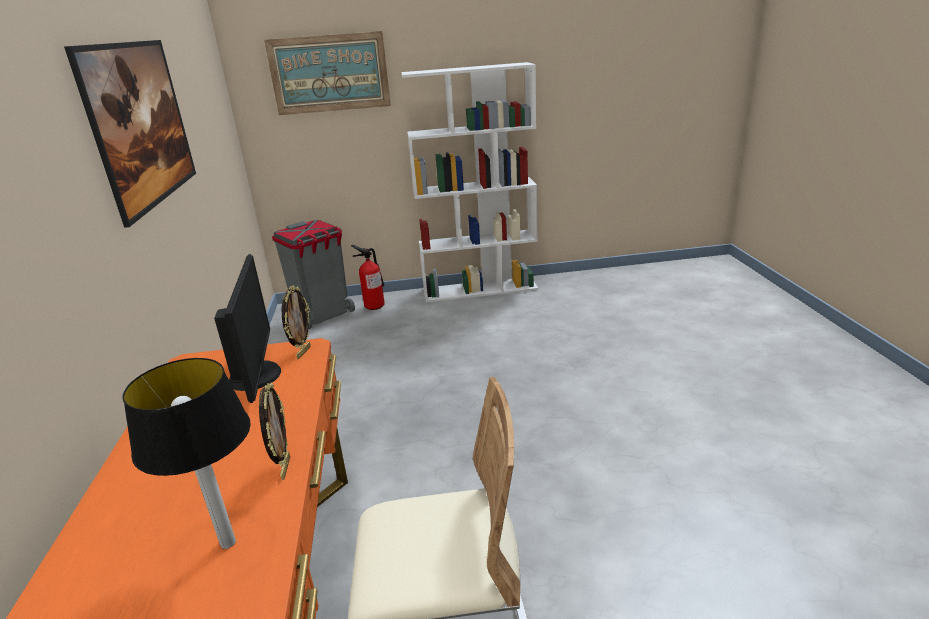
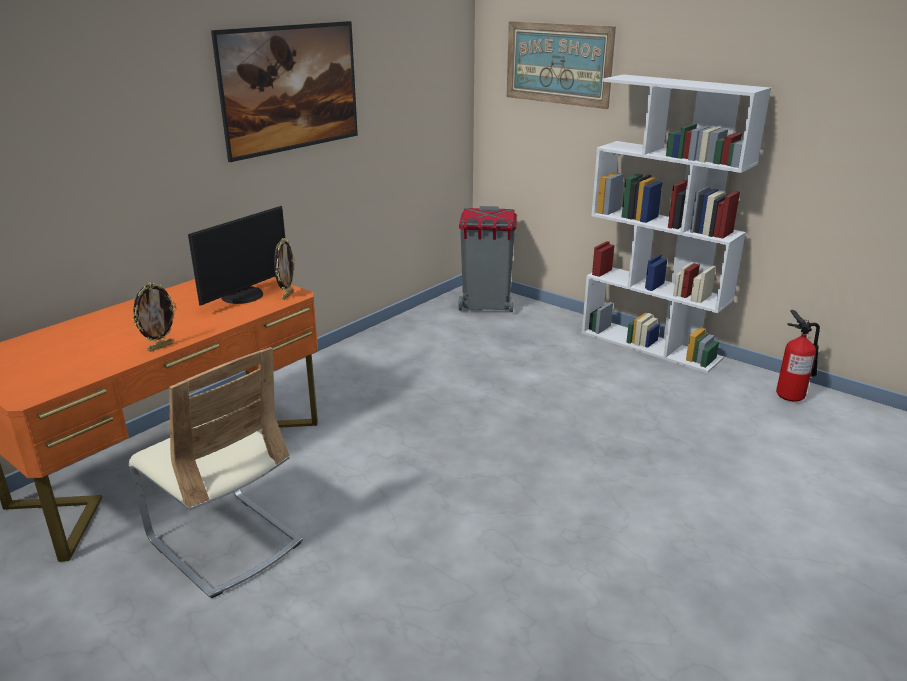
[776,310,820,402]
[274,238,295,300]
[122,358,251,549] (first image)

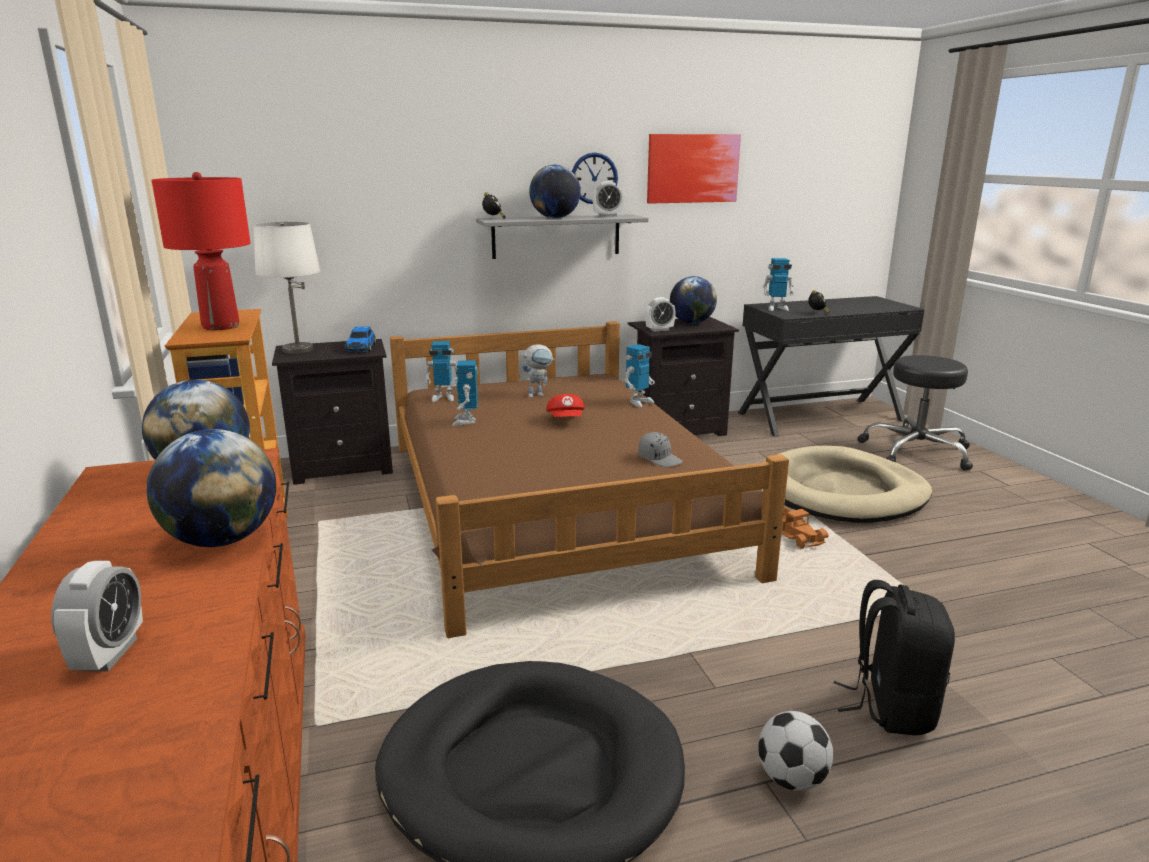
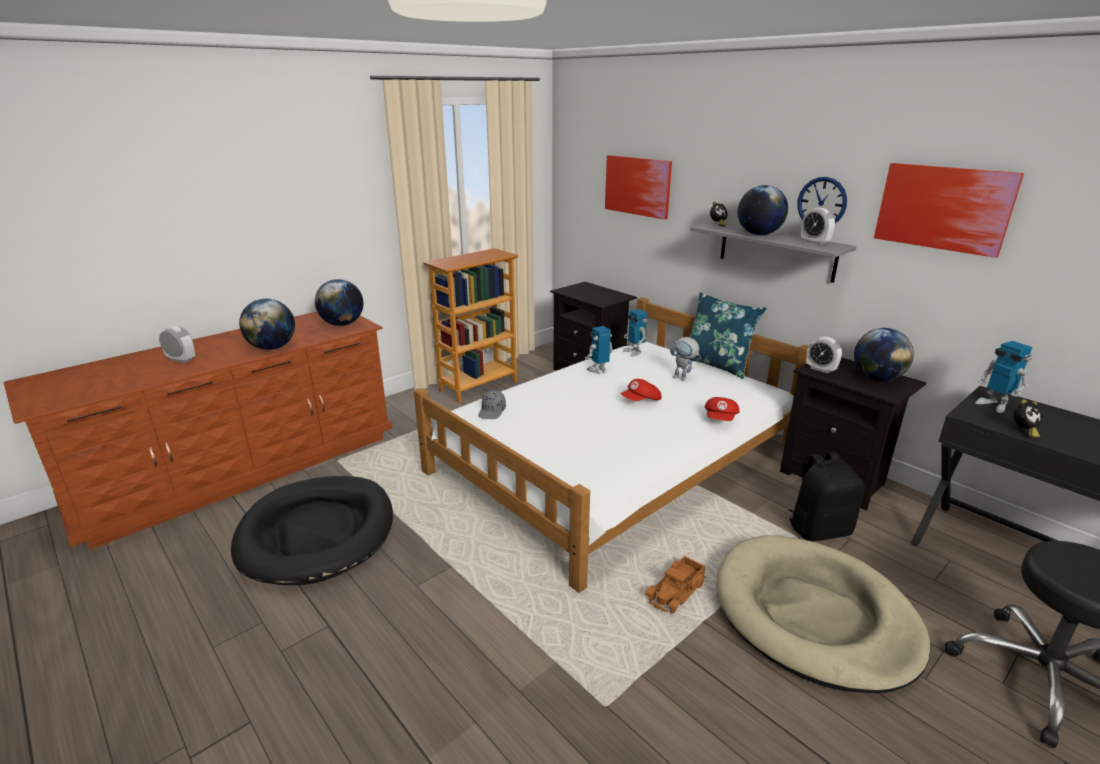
[151,172,250,330] (first image)
[254,222,320,354] (first image)
[414,297,808,593]
[345,326,376,353] (first image)
[705,397,740,421]
[478,390,506,419]
[159,326,195,363]
[789,452,865,541]
[758,711,833,791] (first image)
[605,155,672,220]
[690,292,767,379]

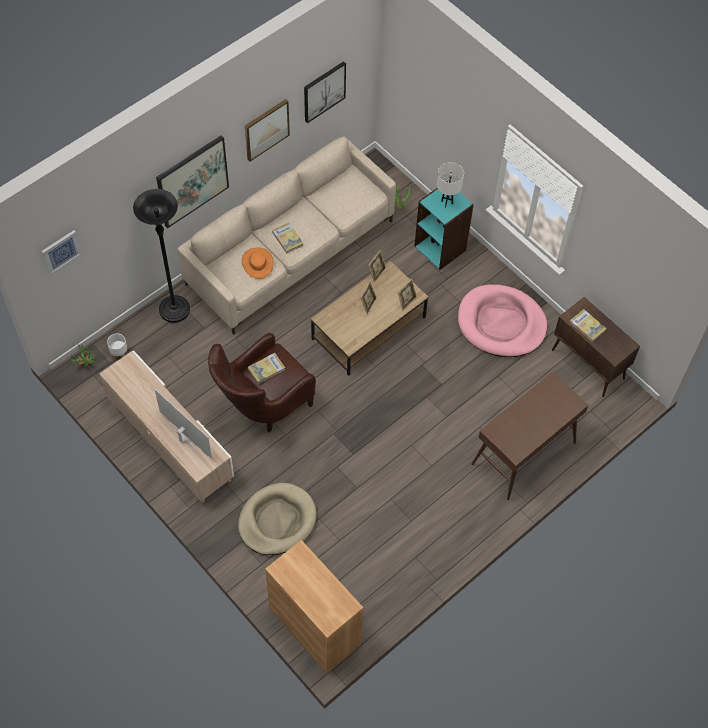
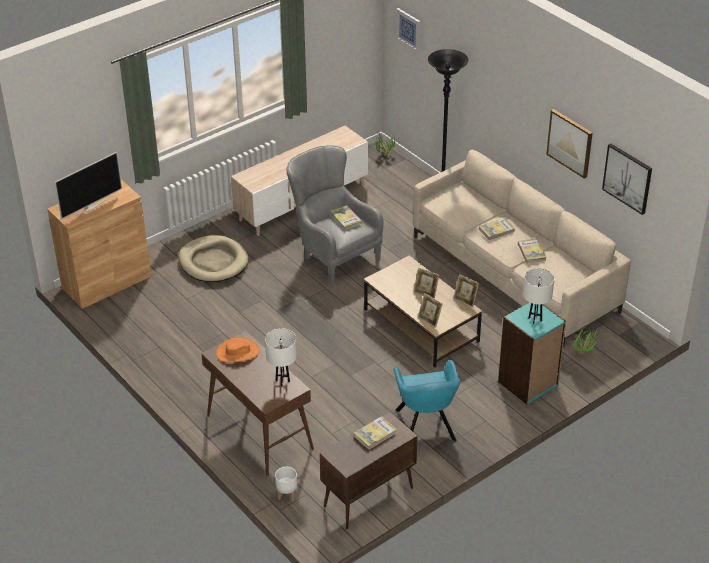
[156,135,229,228] (first image)
[216,337,260,363]
[394,360,460,442]
[286,145,383,285]
[275,467,297,501]
[54,152,122,219]
[518,238,546,263]
[265,328,297,386]

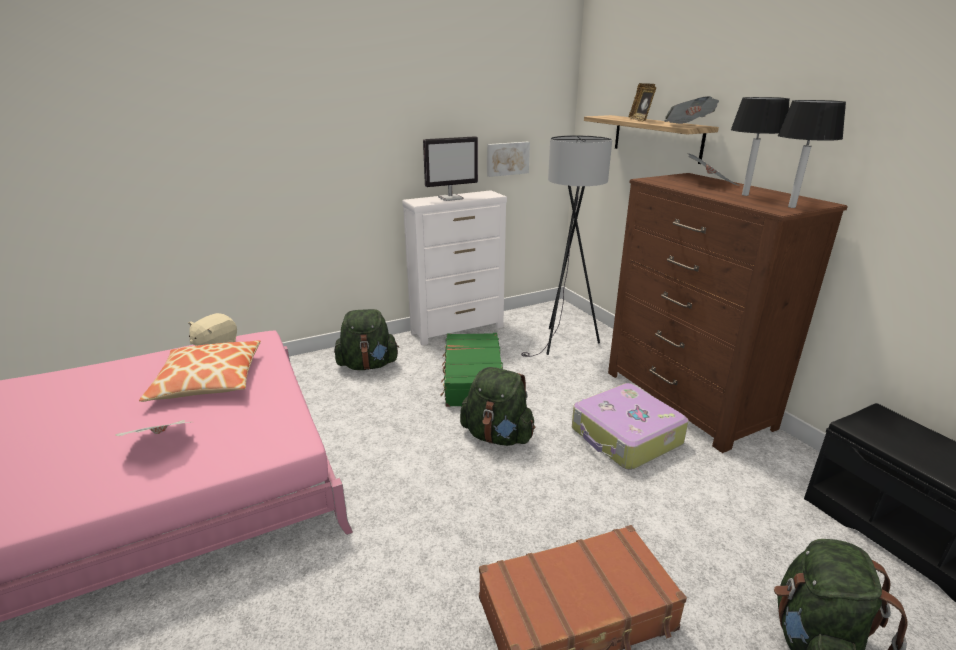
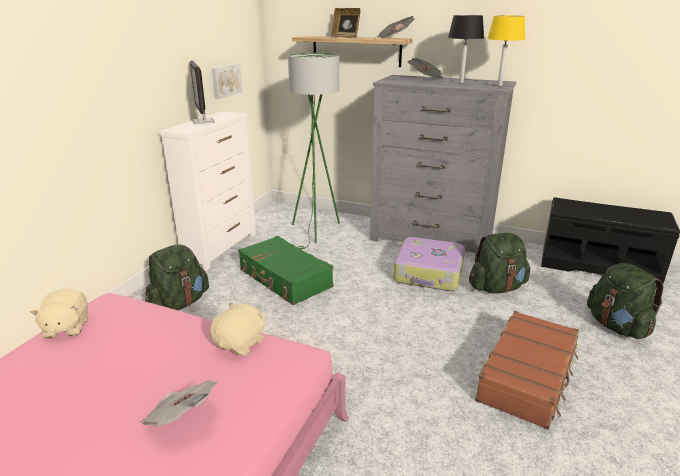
[487,16,525,86]
[288,53,340,250]
[190,60,215,125]
[370,75,516,258]
[139,340,261,402] (first image)
[469,233,530,294]
[210,302,266,356]

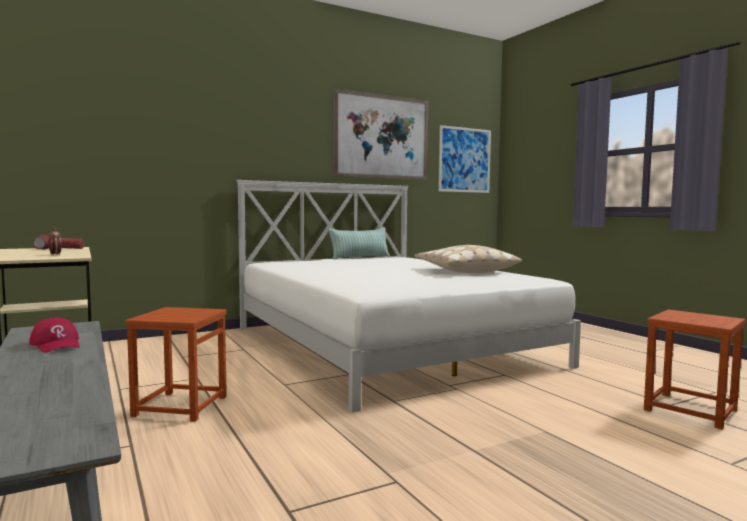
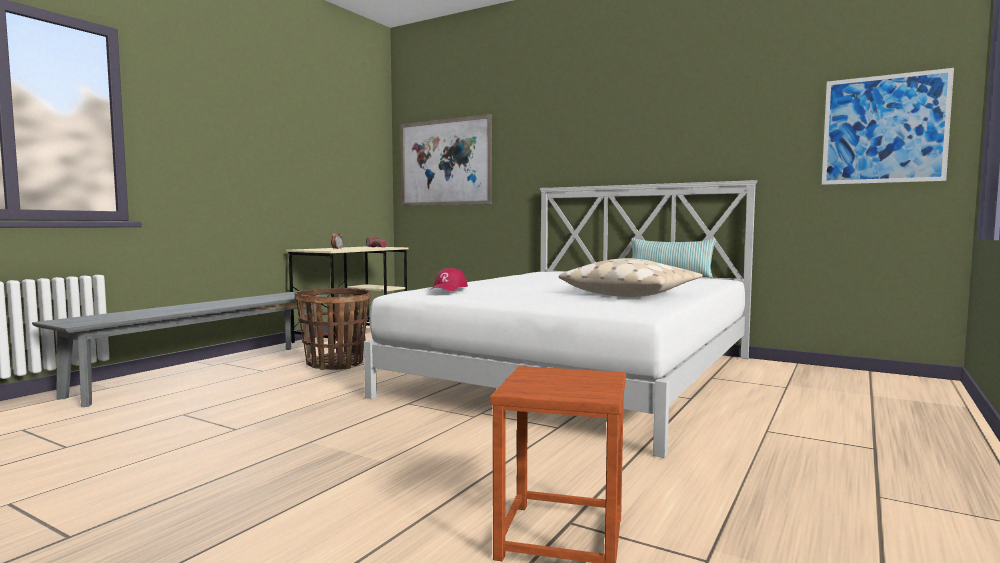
[401,114,492,206]
[295,288,371,370]
[430,268,468,291]

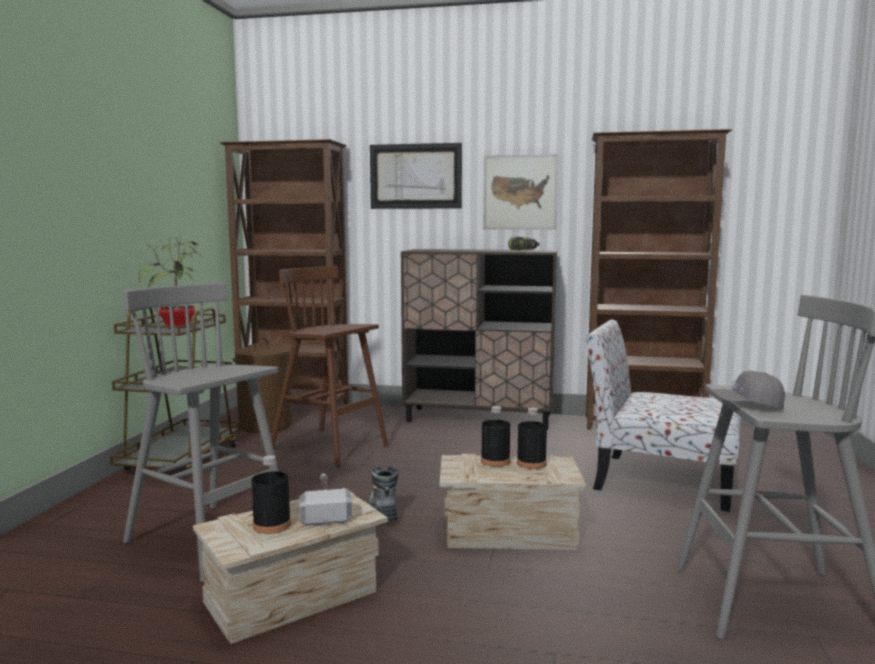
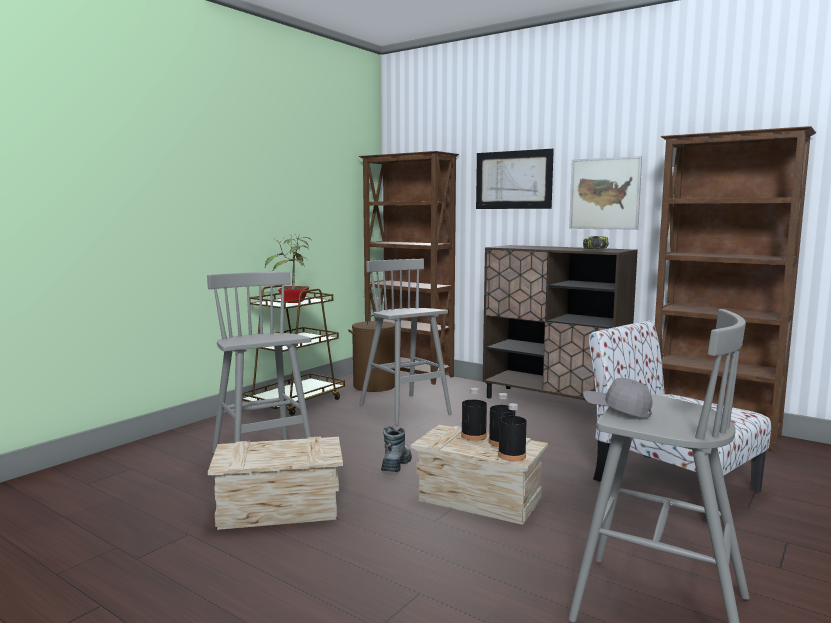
[359,259,452,426]
[498,403,527,461]
[299,473,353,525] (first image)

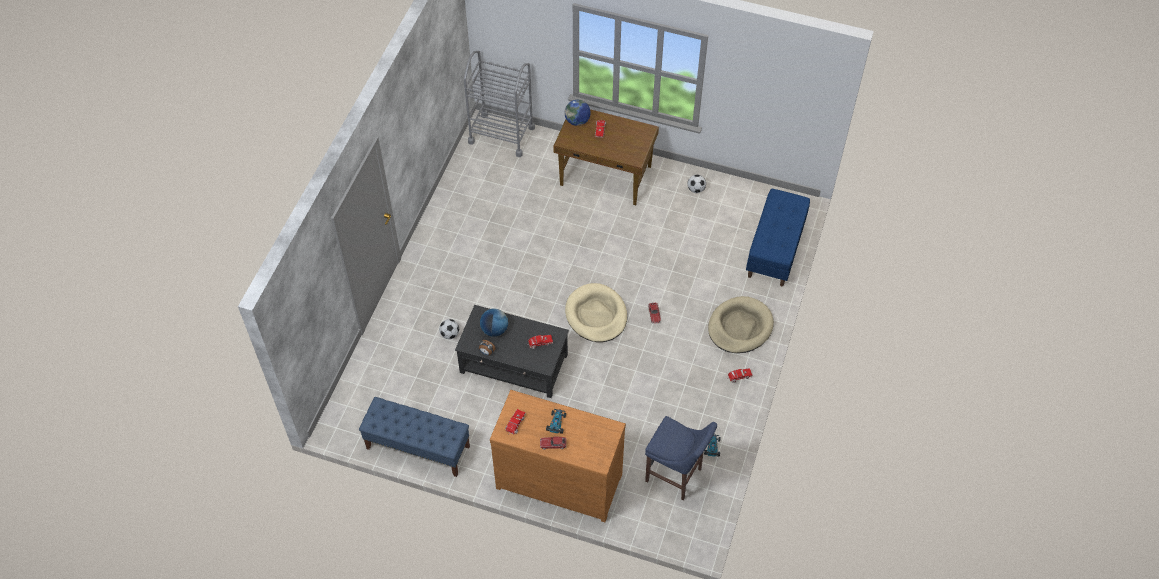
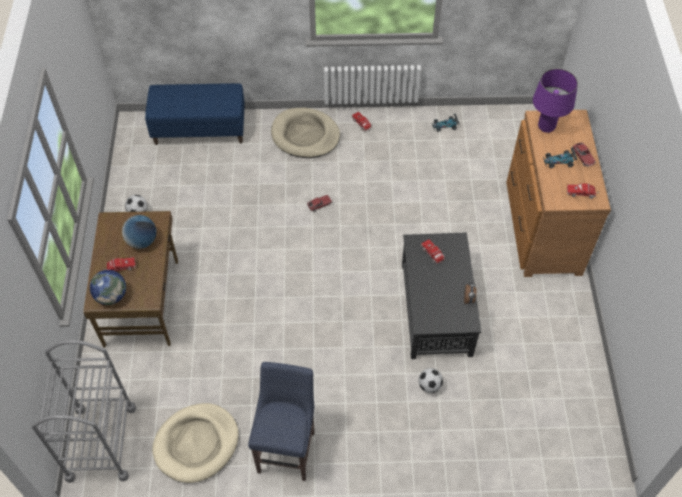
[152,403,239,483]
[122,215,156,249]
[359,397,470,477] (first image)
[248,362,315,481]
[533,68,578,133]

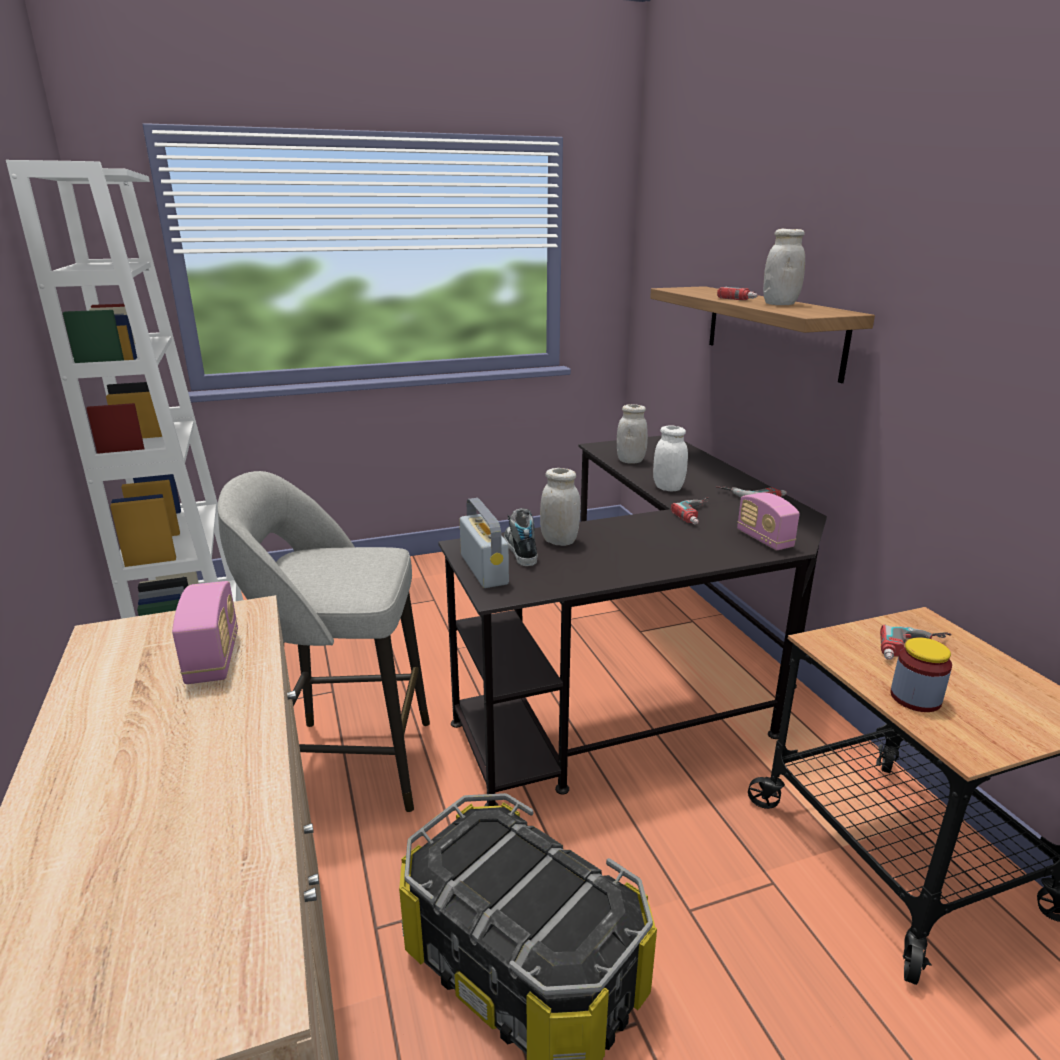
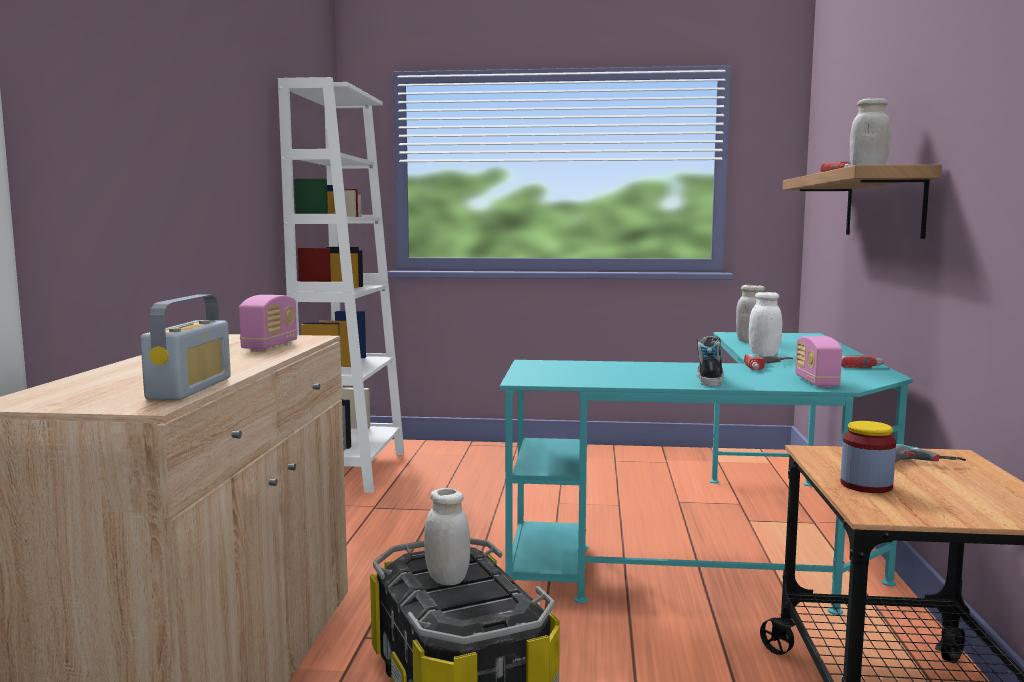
[500,332,913,615]
[424,488,470,586]
[218,471,430,812] (first image)
[140,294,231,400]
[697,336,724,386]

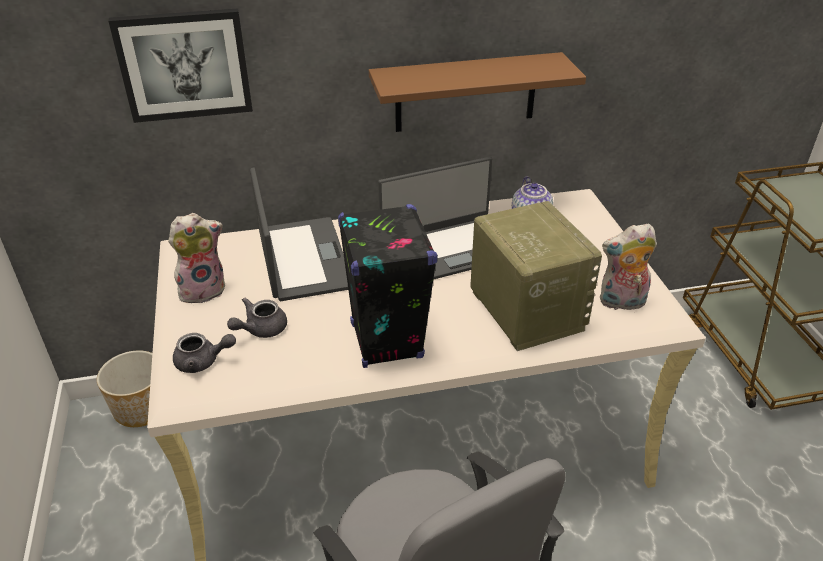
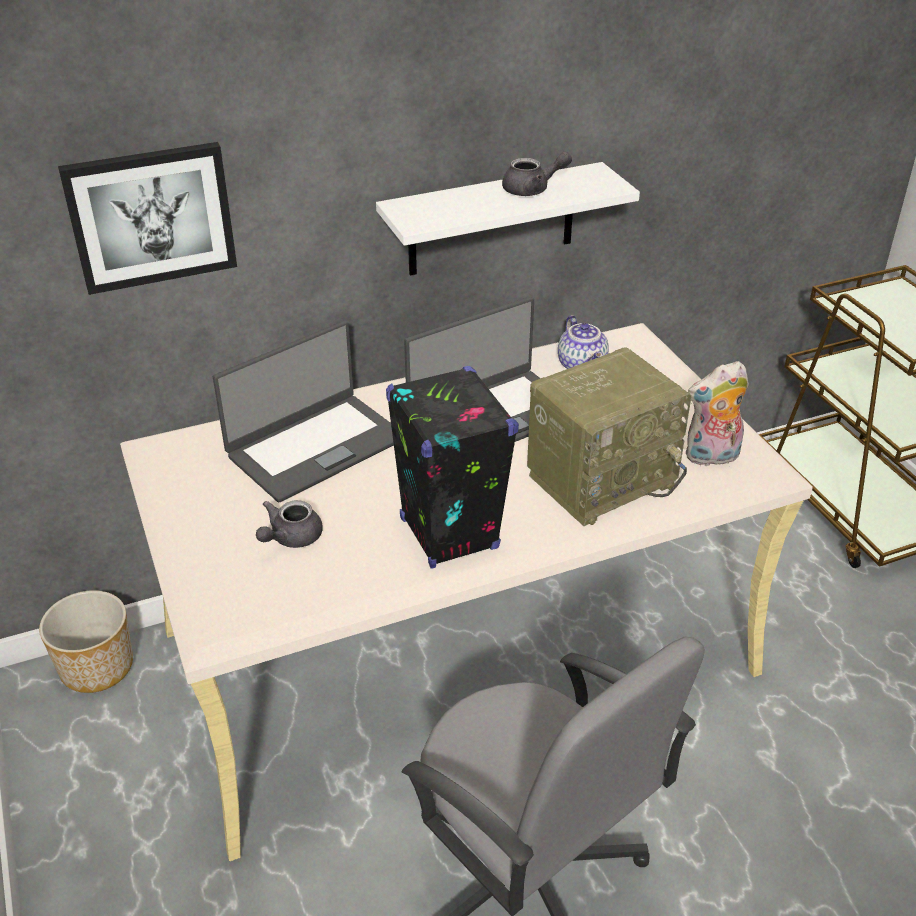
[376,162,640,275]
[213,321,394,502]
[527,347,692,526]
[168,213,225,303] (first image)
[502,152,572,196]

